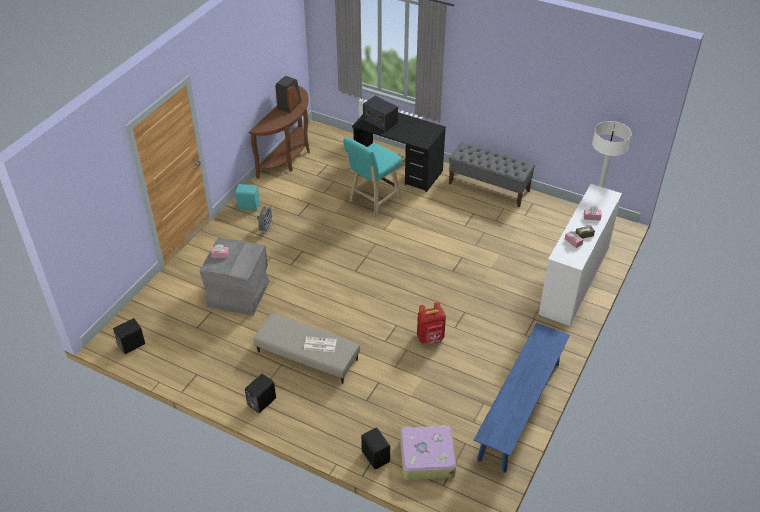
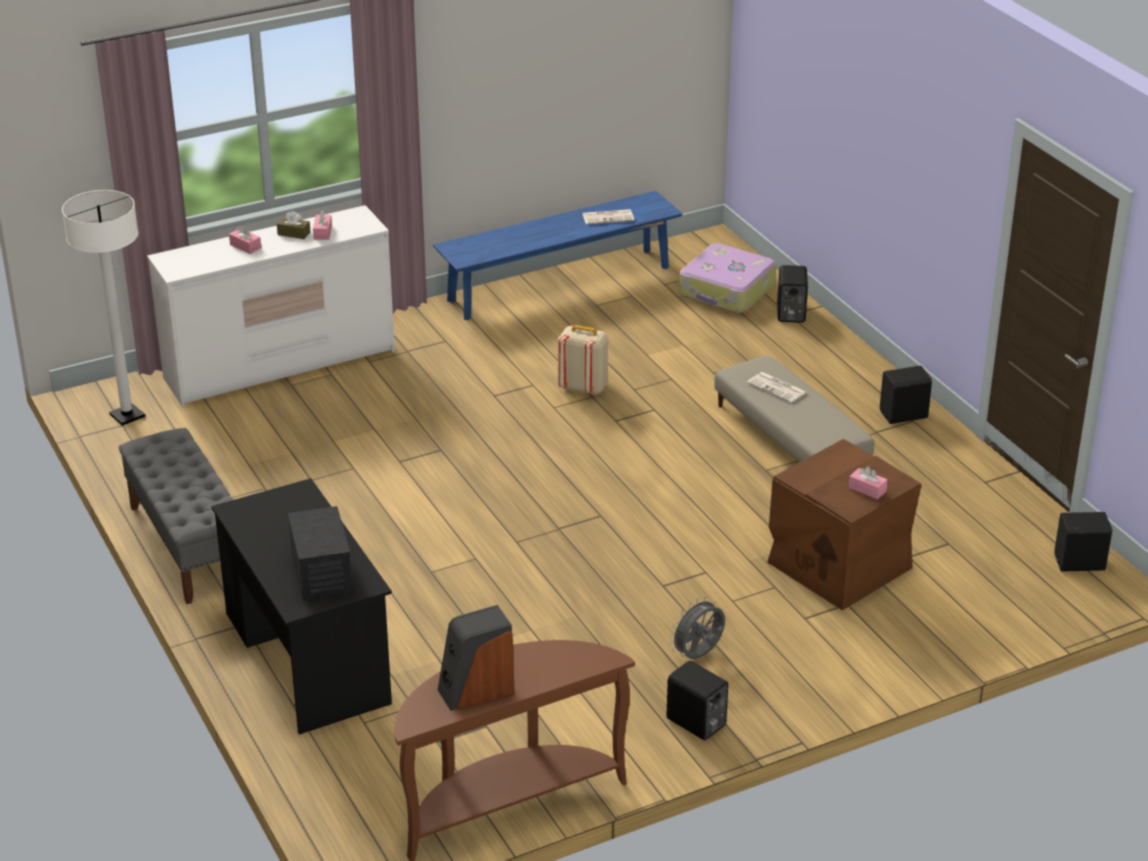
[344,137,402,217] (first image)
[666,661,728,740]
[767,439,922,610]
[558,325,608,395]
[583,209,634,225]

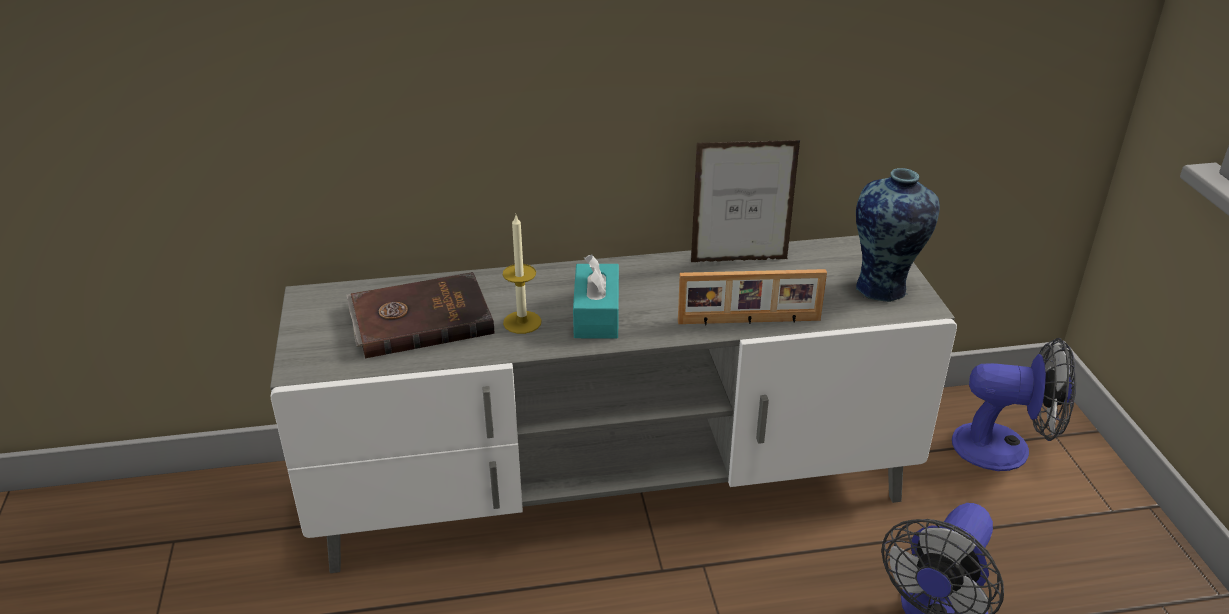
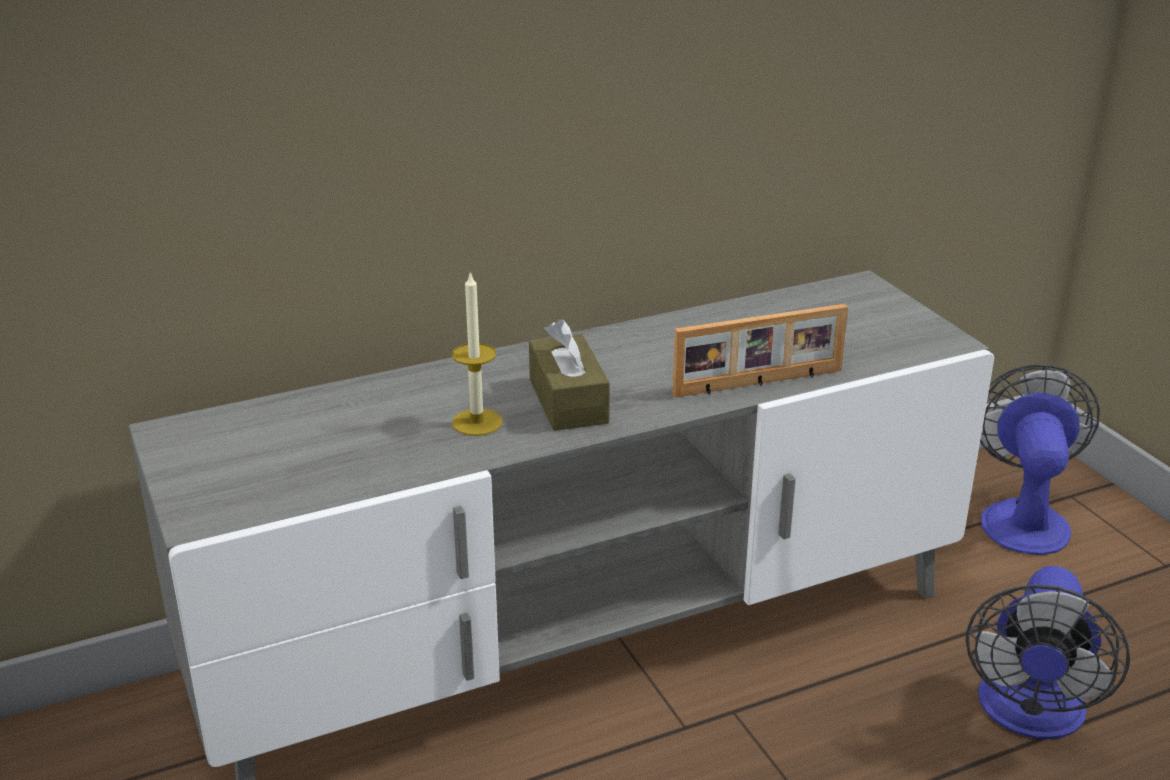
[691,140,801,262] (first image)
[856,168,940,302] (first image)
[529,319,610,431]
[347,272,494,358] (first image)
[980,364,1100,555]

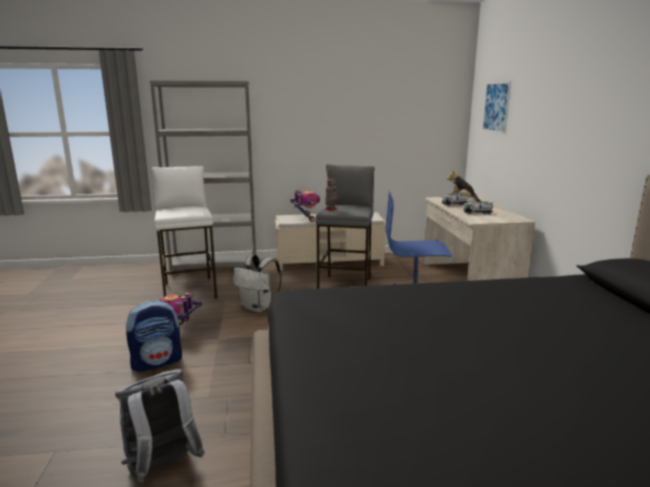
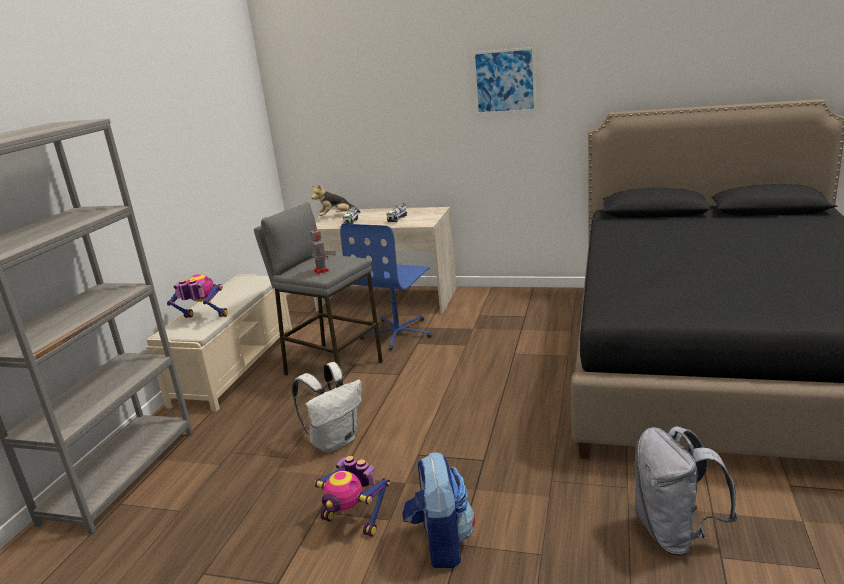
[473,47,536,115]
[152,166,217,299] (first image)

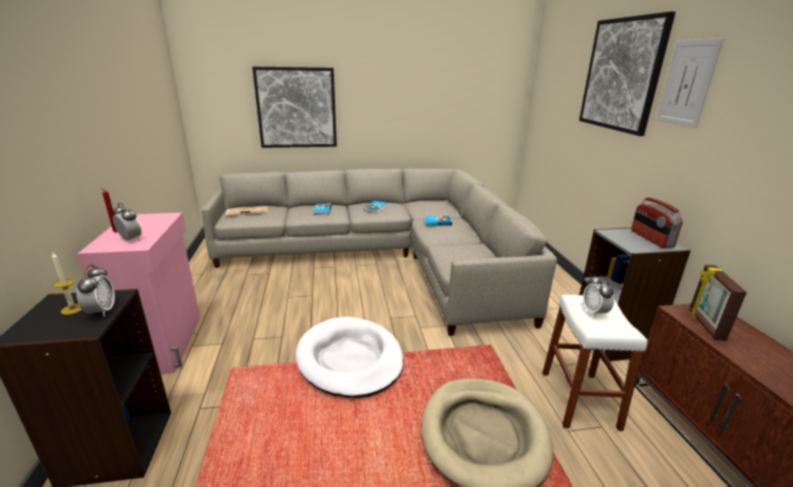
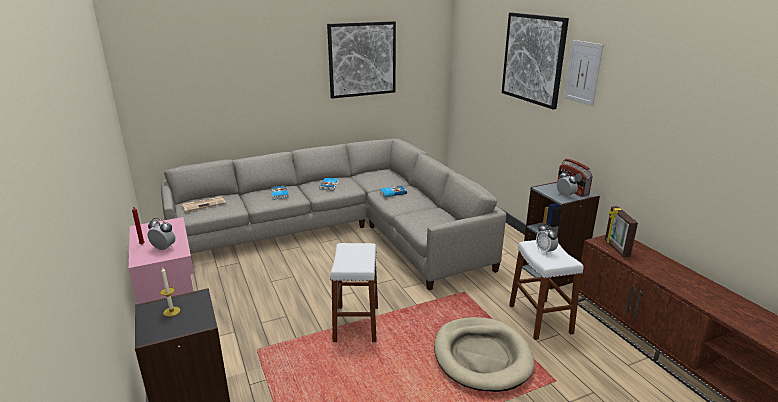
[327,21,396,99]
[557,170,578,197]
[330,243,378,342]

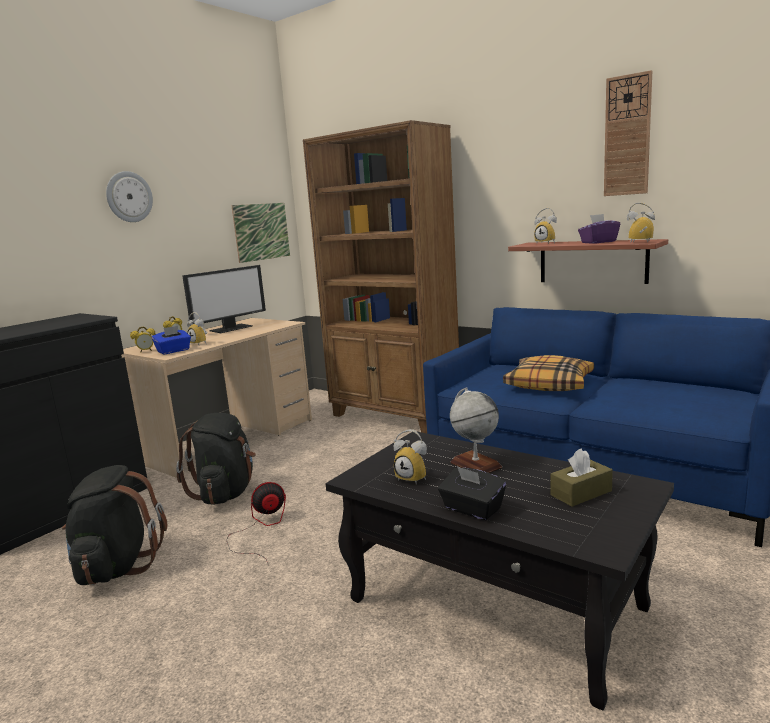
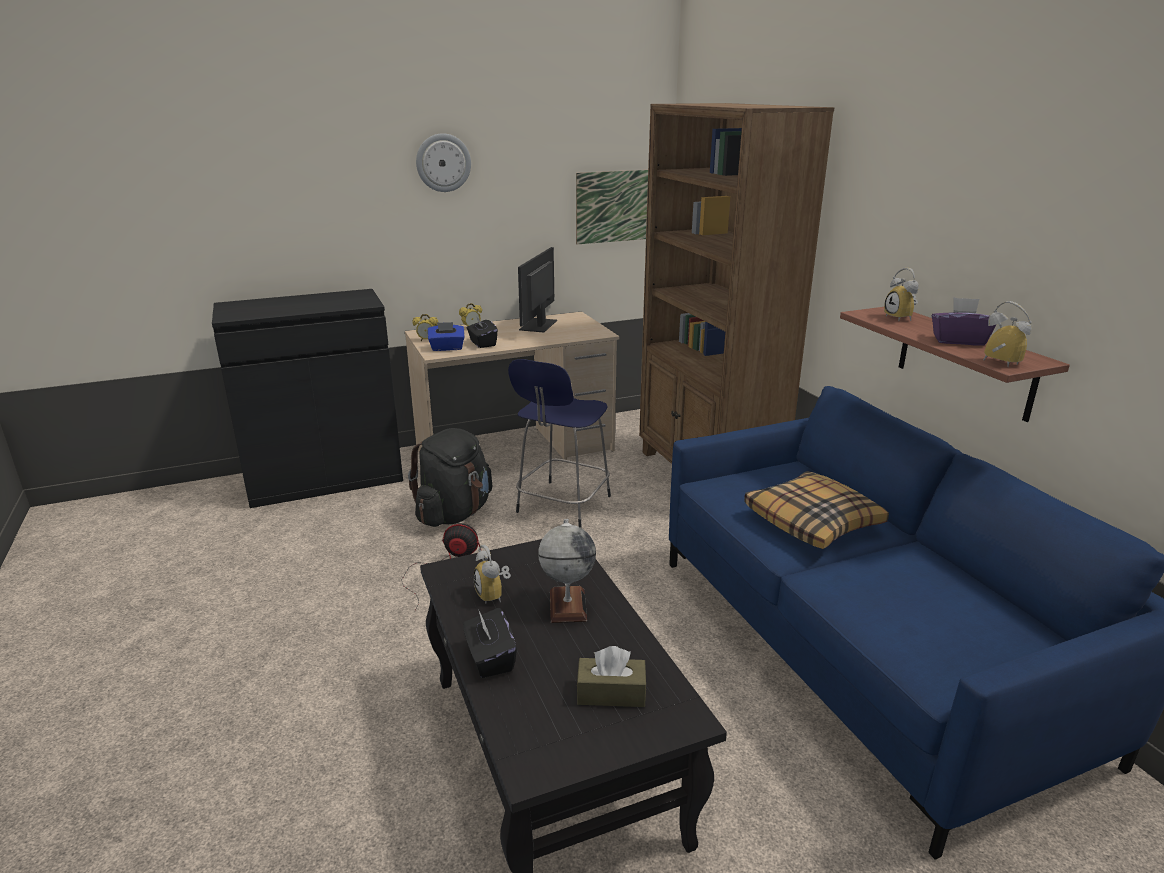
[604,70,652,196] (first image)
[518,247,557,332]
[467,316,498,348]
[62,465,168,585] (first image)
[508,359,611,528]

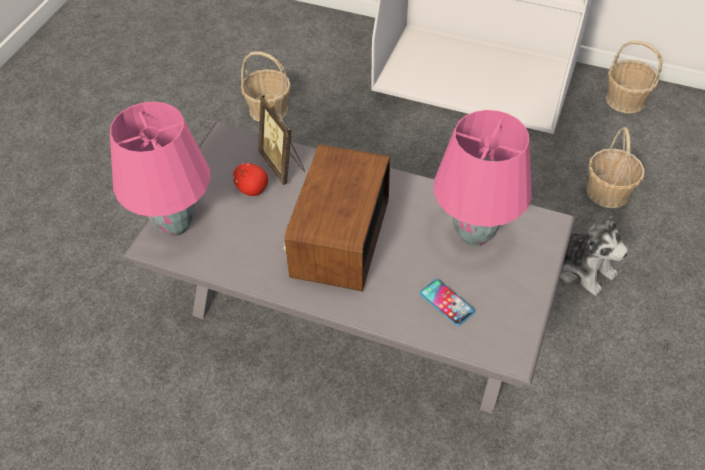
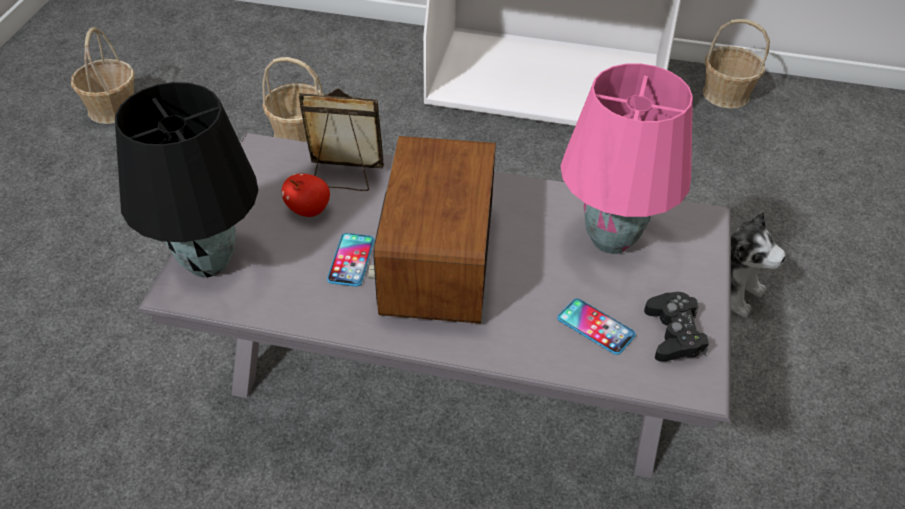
[299,88,384,191]
[115,82,258,277]
[71,27,134,124]
[327,233,375,287]
[644,292,710,362]

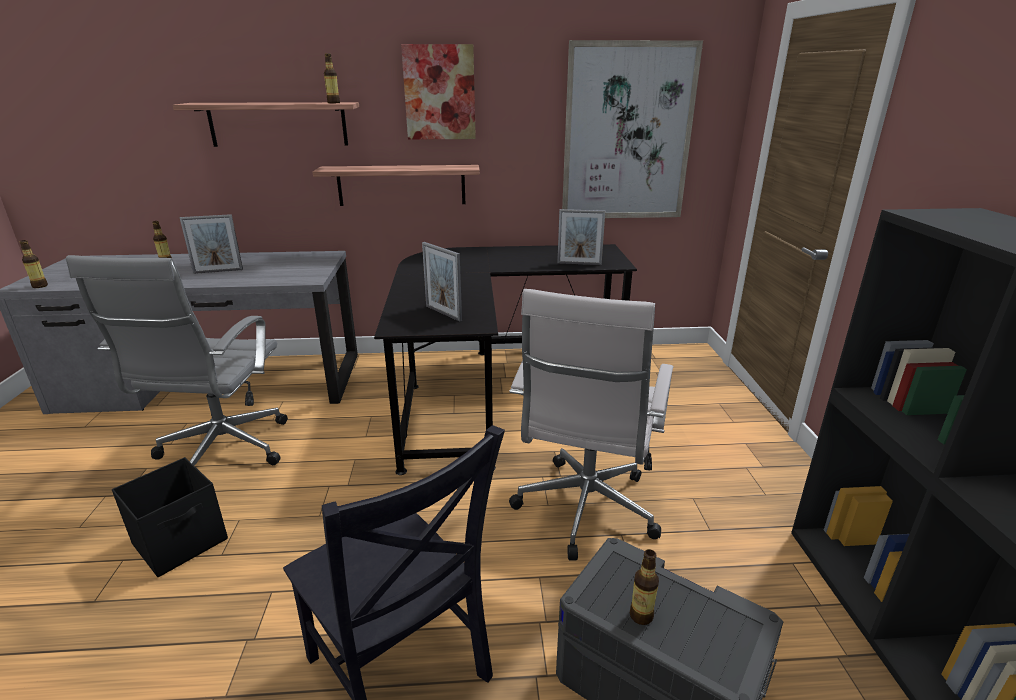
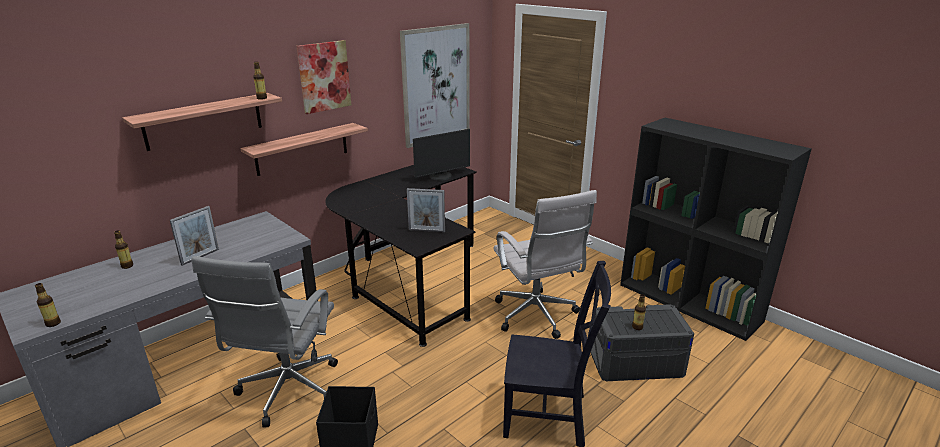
[413,129,470,181]
[191,256,338,428]

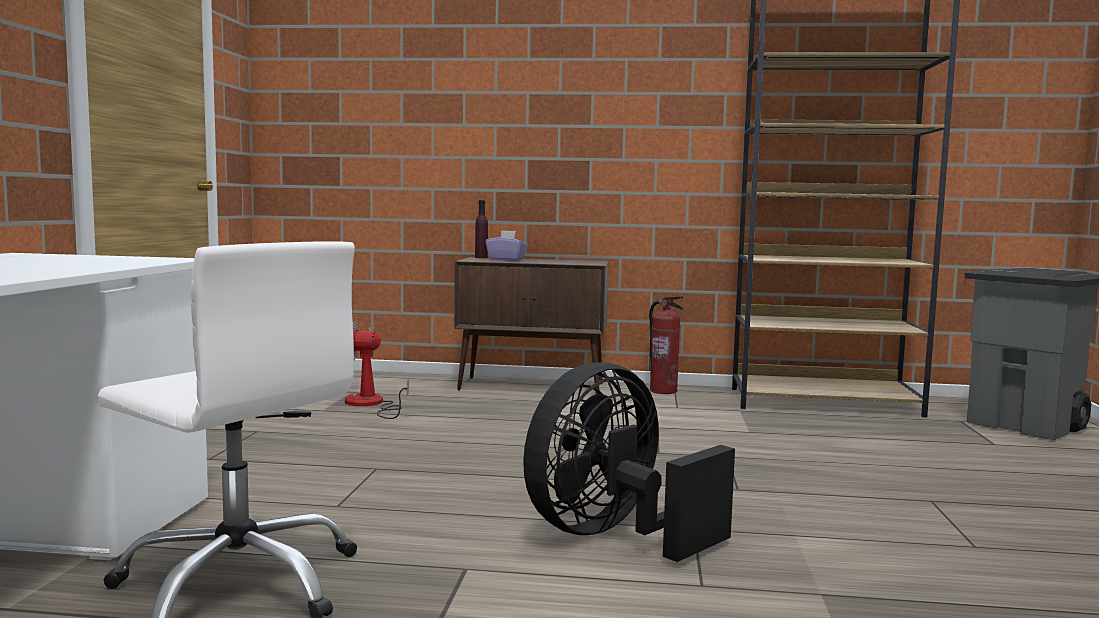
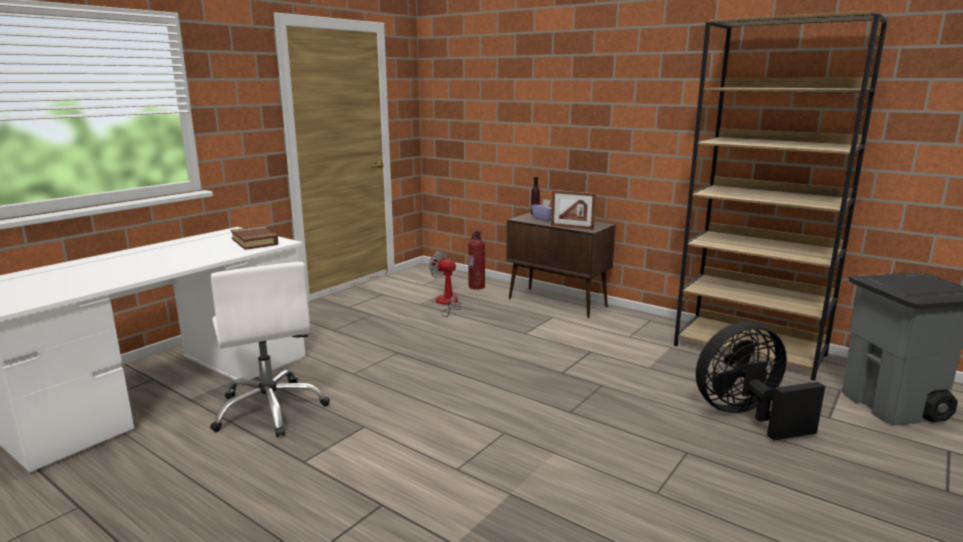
[468,231,485,289]
[696,322,825,440]
[551,190,596,230]
[231,226,278,250]

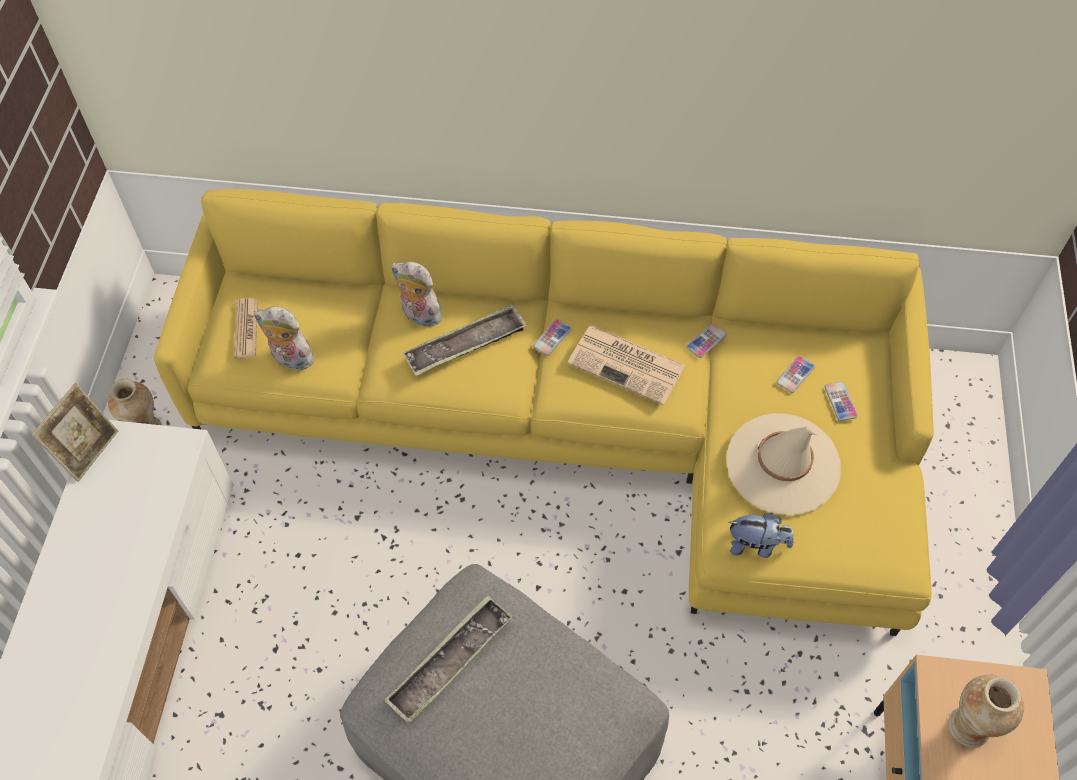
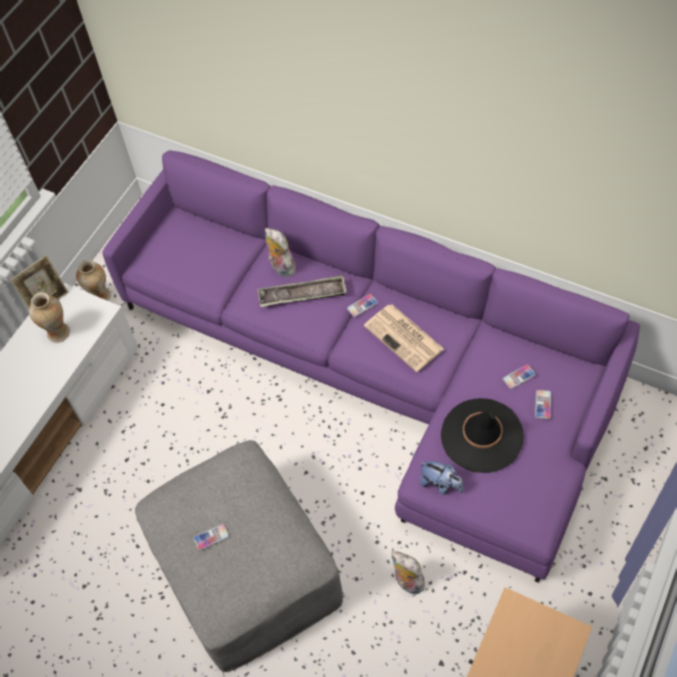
[102,150,640,583]
[234,298,258,359] (first image)
[391,552,429,594]
[193,524,229,550]
[441,398,524,473]
[384,595,513,724] (first image)
[29,292,70,343]

